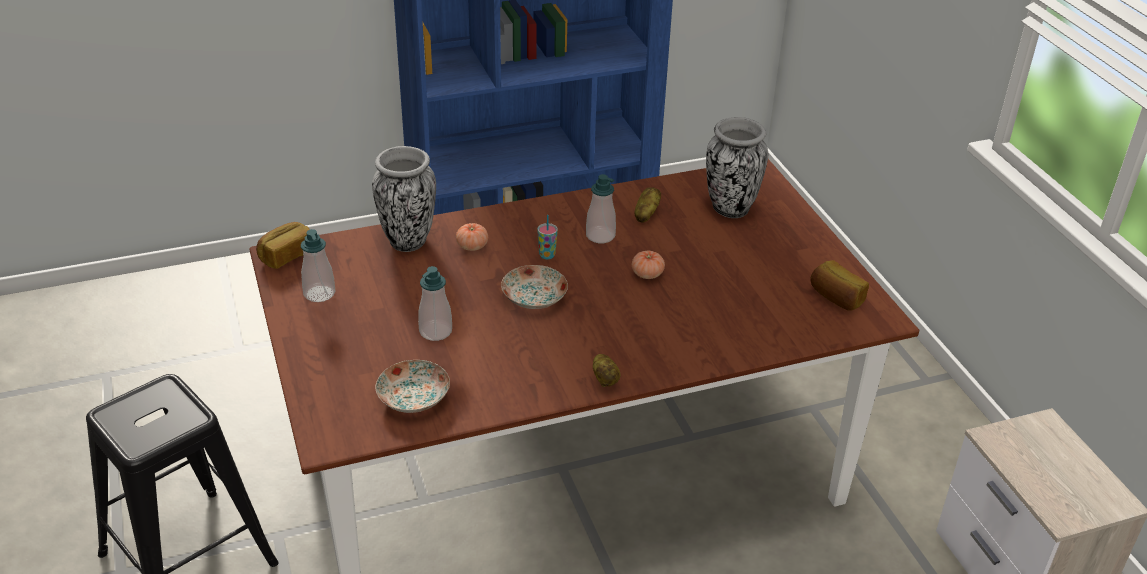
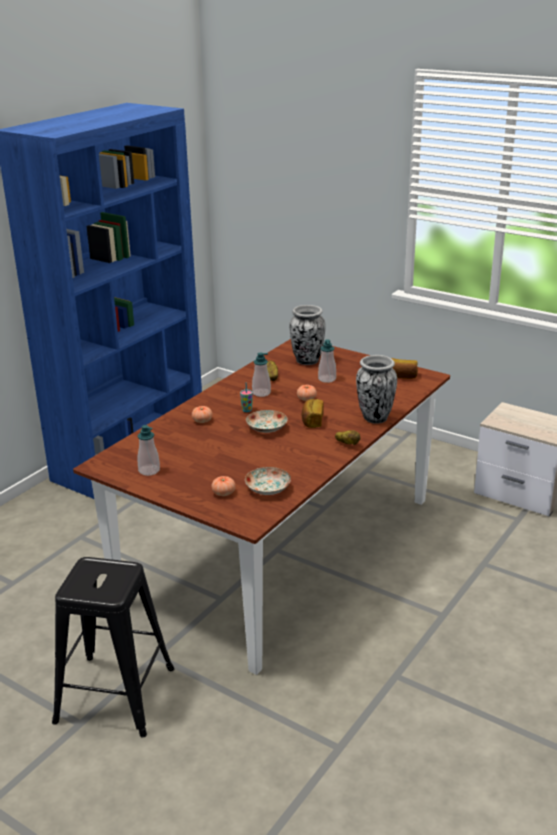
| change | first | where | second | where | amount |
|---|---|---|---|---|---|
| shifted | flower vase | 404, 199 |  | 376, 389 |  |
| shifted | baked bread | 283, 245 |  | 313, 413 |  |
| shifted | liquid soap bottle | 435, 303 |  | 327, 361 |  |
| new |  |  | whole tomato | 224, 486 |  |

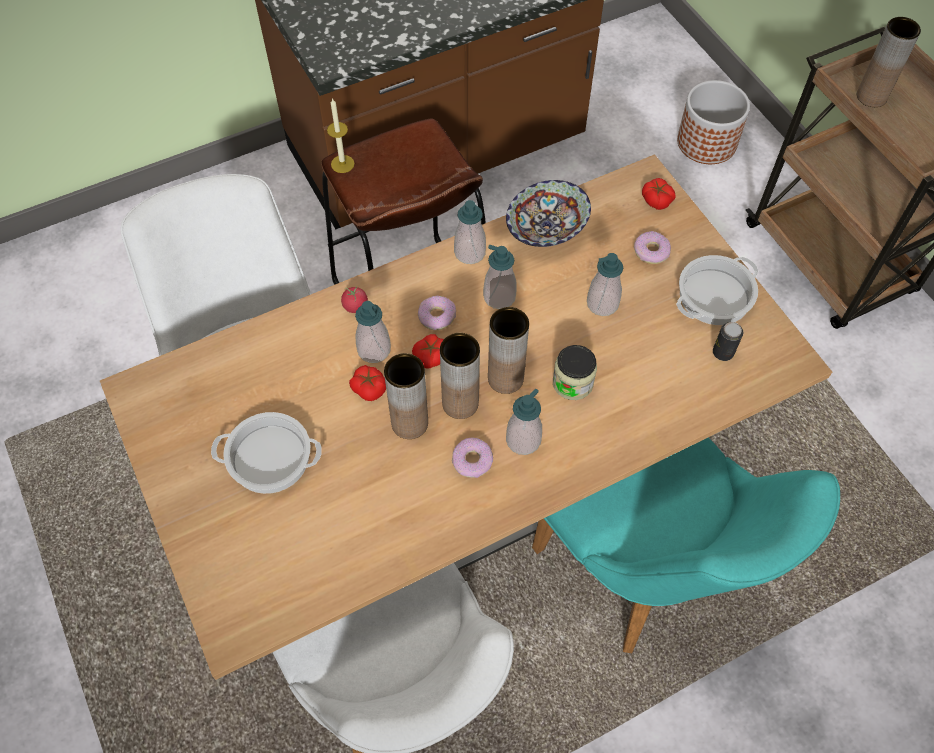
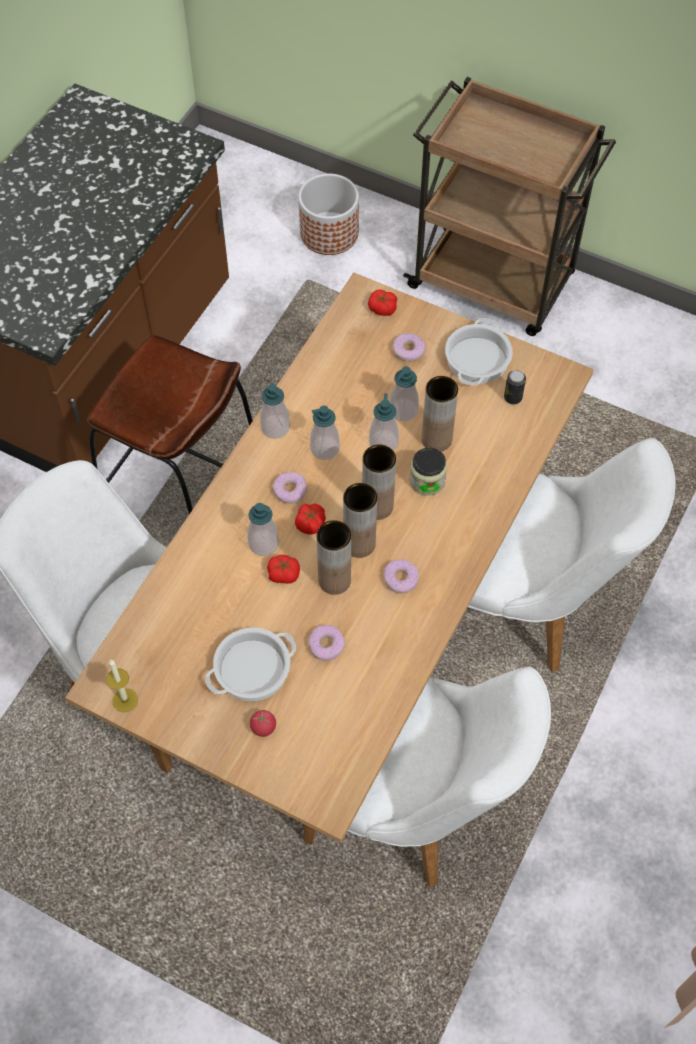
| change | first | where | second | where | amount |
|---|---|---|---|---|---|
| shifted | brown flower vase | 889, 62 |  | 440, 413 |  |
| shifted | wax light | 341, 135 |  | 122, 686 |  |
| gone | serving bowl | 548, 213 |  |  |  |
| shifted | whole tomato | 354, 300 |  | 263, 723 |  |
| shifted | liquid soap bottle | 524, 421 |  | 384, 422 |  |
| repainted | turquoise-coloured chair | 686, 545 | white-coloured chair | 572, 555 |  |
| new |  |  | ring doughnut | 327, 643 |  |

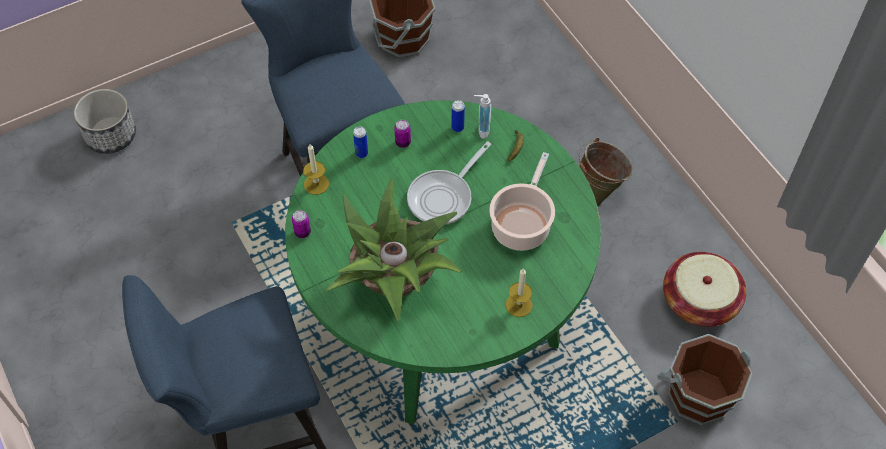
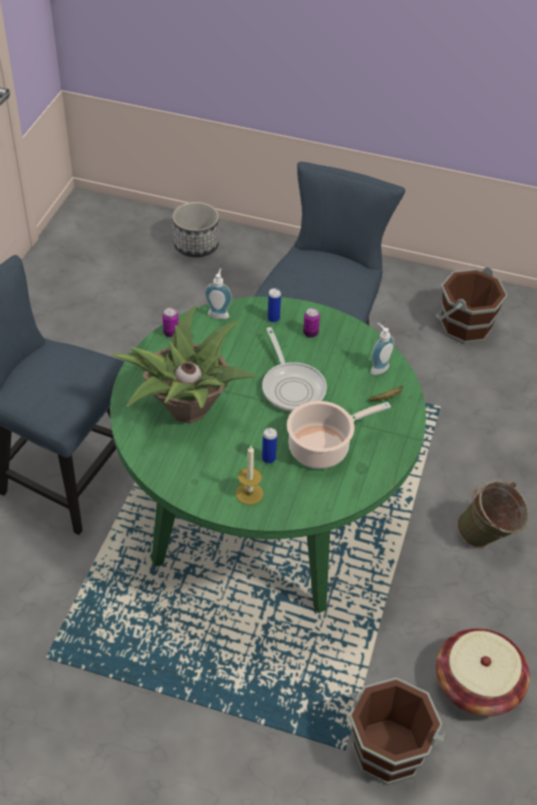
| change | first | where | second | where | amount |
|---|---|---|---|---|---|
| shifted | can | 458, 116 |  | 269, 446 |  |
| rotated | skillet | 449, 183 |  | 294, 369 | 105 degrees counterclockwise |
| swapped | wax light | 316, 169 | liquid soap bottle | 218, 293 |  |

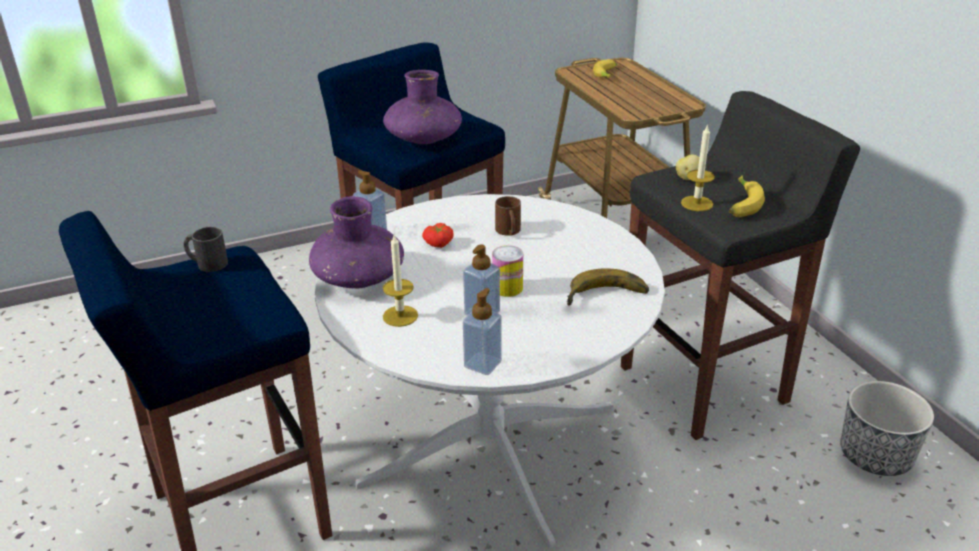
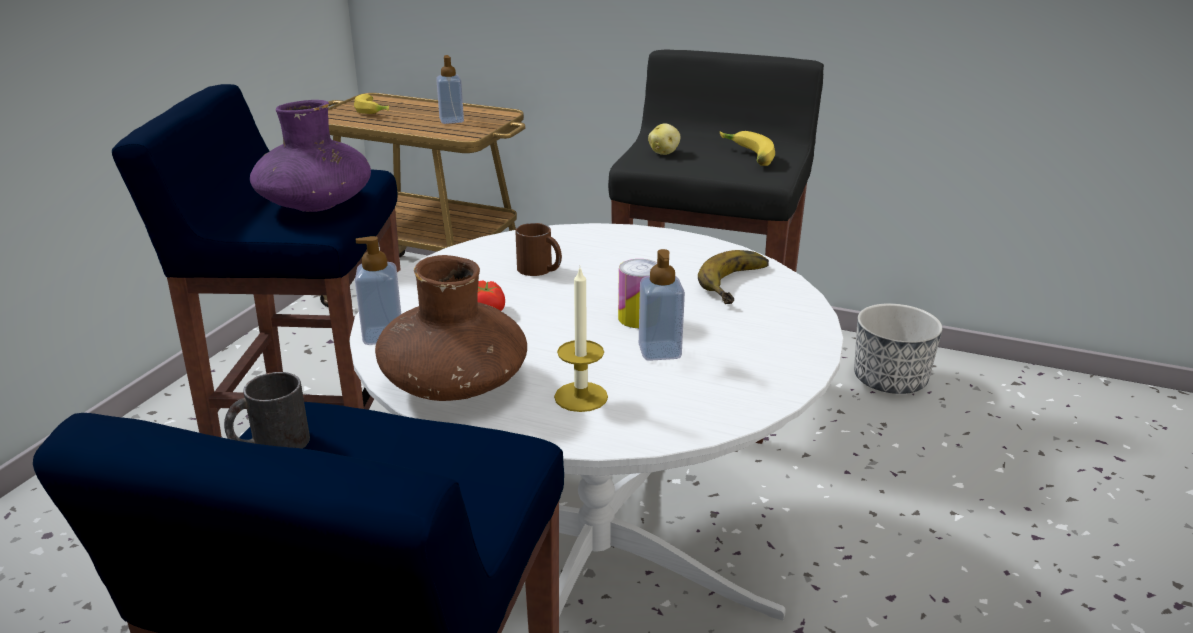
| change | first | where | second | where | amount |
|---|---|---|---|---|---|
| gone | wax light | 698, 167 |  |  |  |
| repainted | purple-coloured flower vase | 356, 242 | brown flower vase | 451, 328 |  |
| shifted | liquid soap bottle | 482, 331 |  | 450, 89 |  |

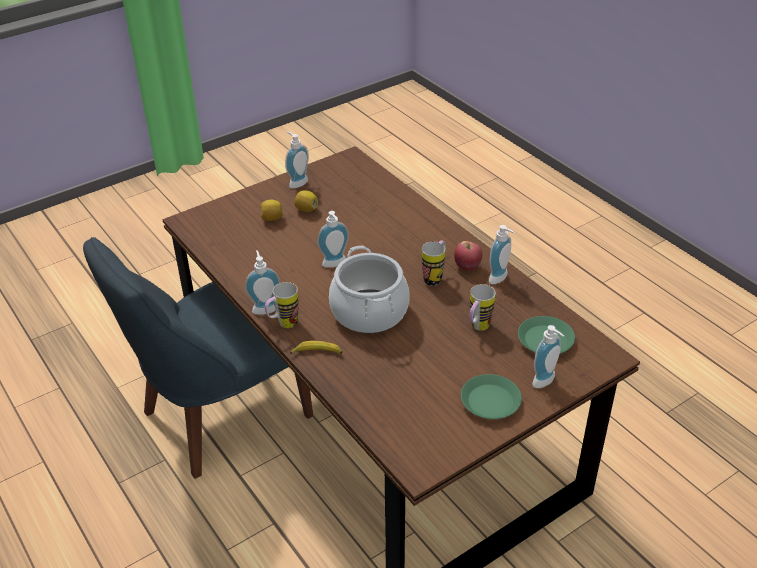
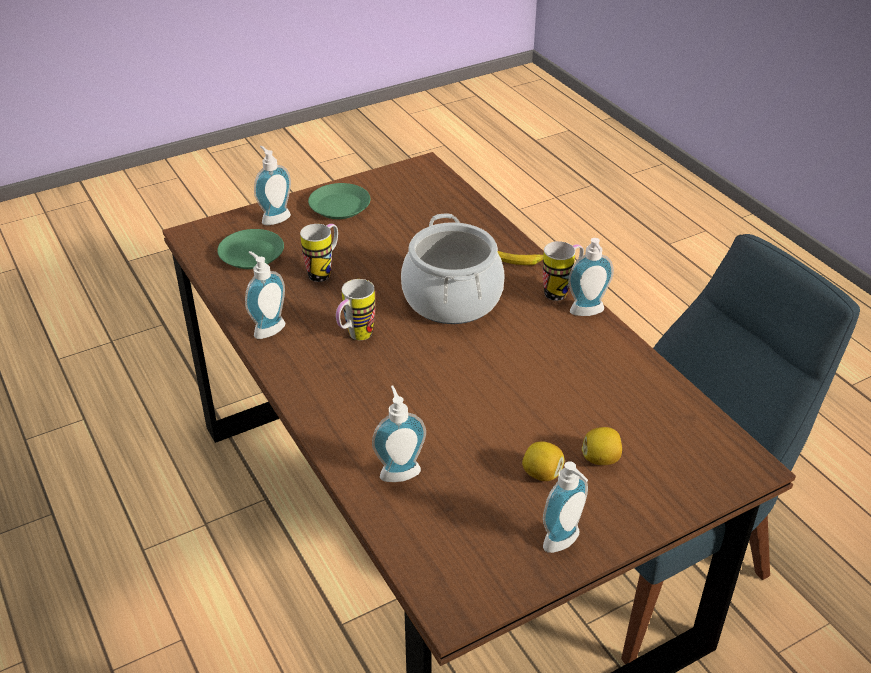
| change | first | where | second | where | amount |
|---|---|---|---|---|---|
| shifted | liquid soap bottle | 333, 239 |  | 399, 433 |  |
| gone | apple | 468, 256 |  |  |  |

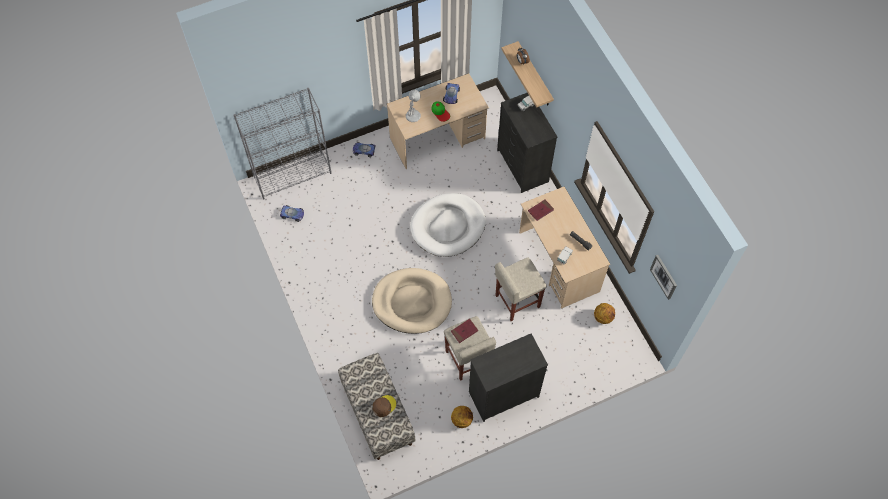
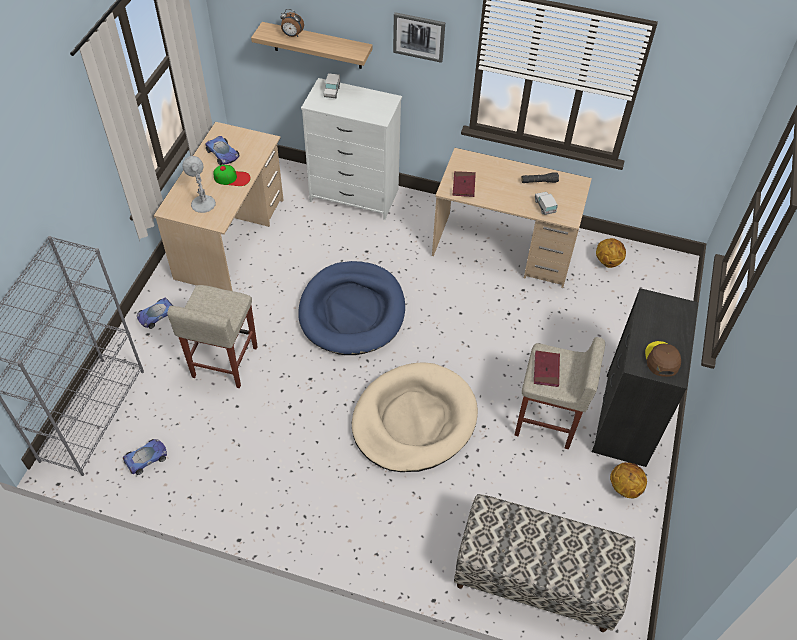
| change | first | where | second | where | amount |
|---|---|---|---|---|---|
| repainted | black chest of drawers | 527, 143 | white-coloured chest of drawers | 351, 149 |  |
| repainted | white-coloured dog bed | 448, 225 | blue-coloured dog bed | 352, 308 |  |
| shifted | wall picture | 663, 277 |  | 419, 37 |  |
| shifted | beige-coloured sitting stool | 521, 289 |  | 212, 336 |  |
| shifted | brown peaked cap | 384, 406 |  | 663, 359 |  |

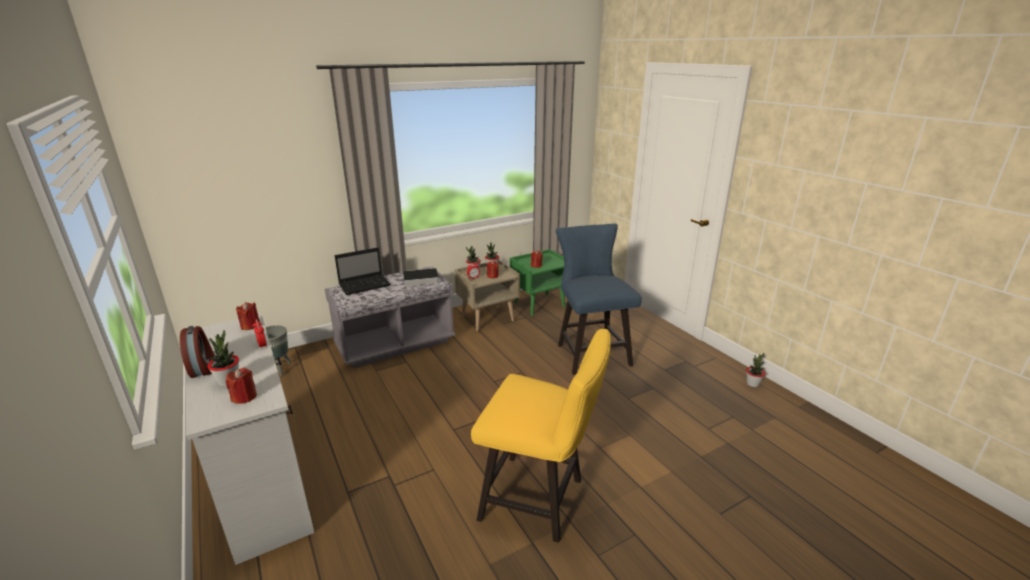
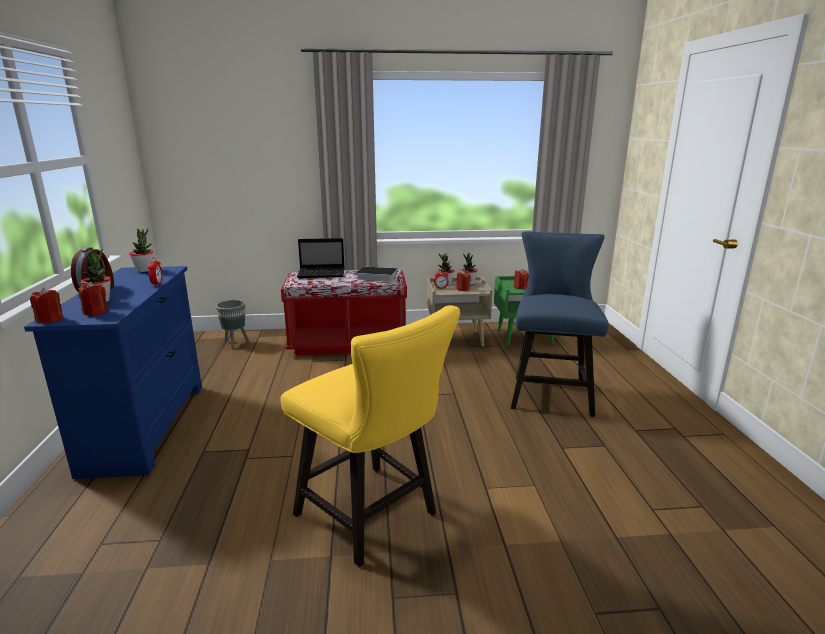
| change | first | where | second | where | amount |
|---|---|---|---|---|---|
| repainted | greyish indoor bench | 390, 317 | reddish indoor bench | 344, 312 |  |
| shifted | reddish wax light | 248, 316 |  | 46, 305 |  |
| repainted | white-coloured chest of drawers | 250, 439 | blue-coloured chest of drawers | 113, 372 |  |
| shifted | plant in a pot | 755, 370 |  | 141, 250 |  |

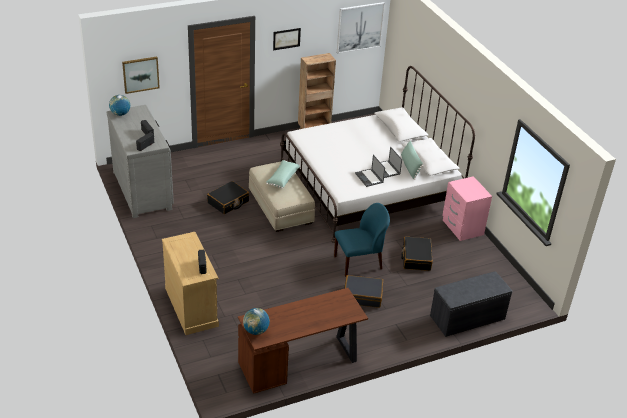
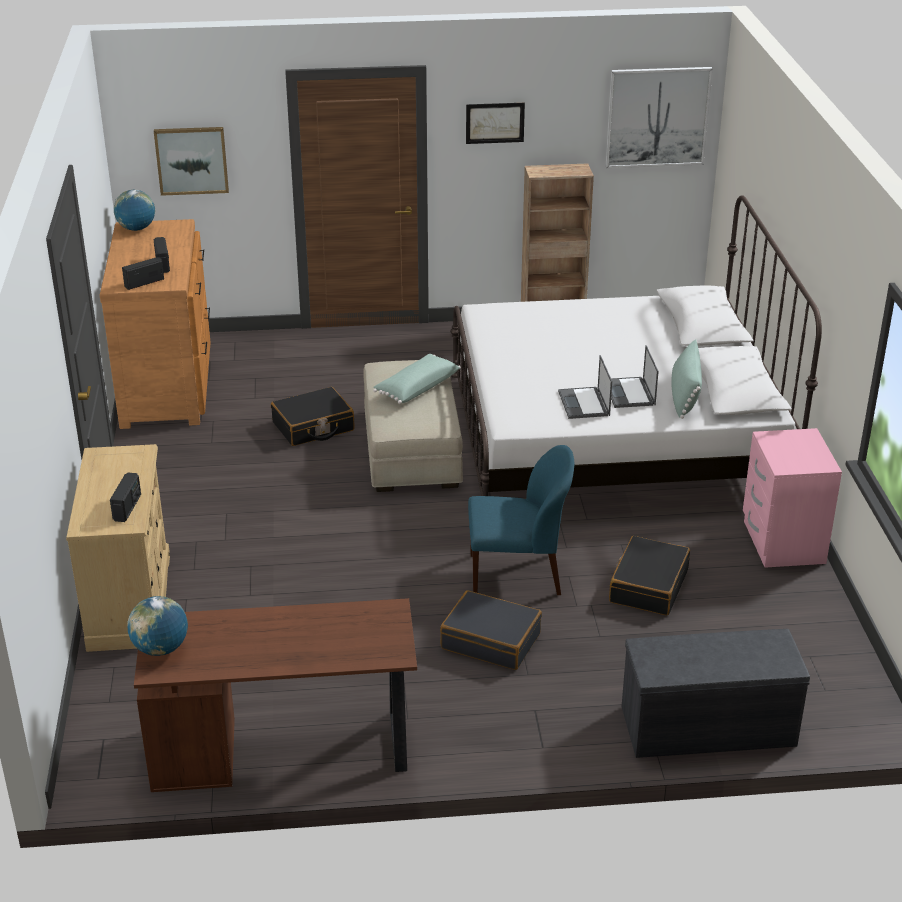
| change | first | where | second | where | amount |
|---|---|---|---|---|---|
| repainted | greyish chest of drawers | 140, 161 | brown chest of drawers | 155, 324 |  |

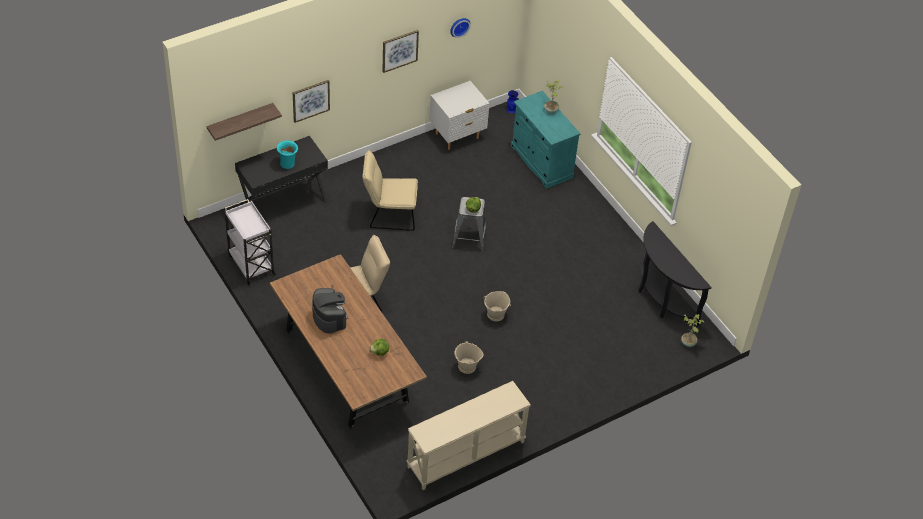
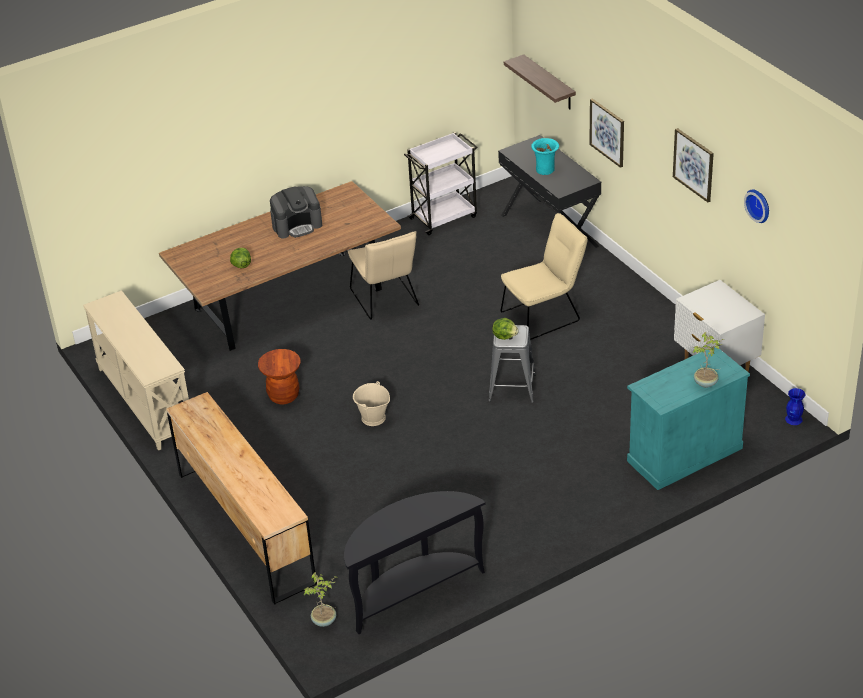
| change | first | where | second | where | amount |
|---|---|---|---|---|---|
| rotated | beige-coloured chair | 390, 190 |  | 544, 276 | 60 degrees clockwise |
| swapped | beige-coloured pail | 468, 357 | brown sitting stool | 279, 376 |  |
| new |  |  | brown chest of drawers | 241, 498 |  |

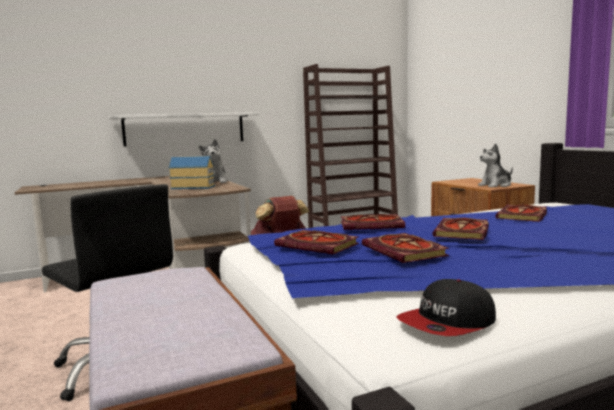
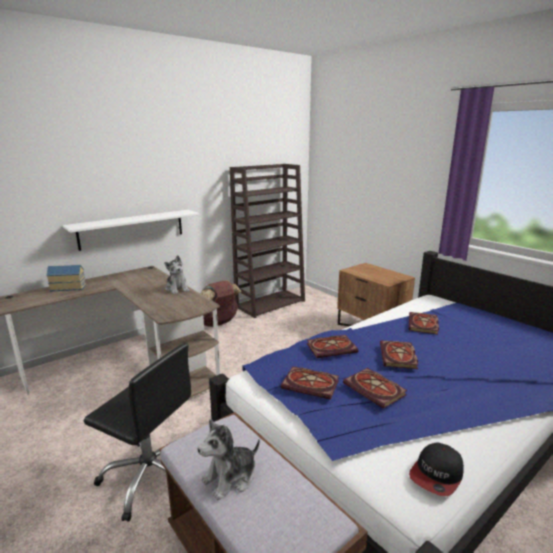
| change | first | where | second | where | amount |
|---|---|---|---|---|---|
| shifted | soft toy | 495, 166 |  | 229, 459 |  |
| shifted | model house | 192, 172 |  | 66, 278 |  |

